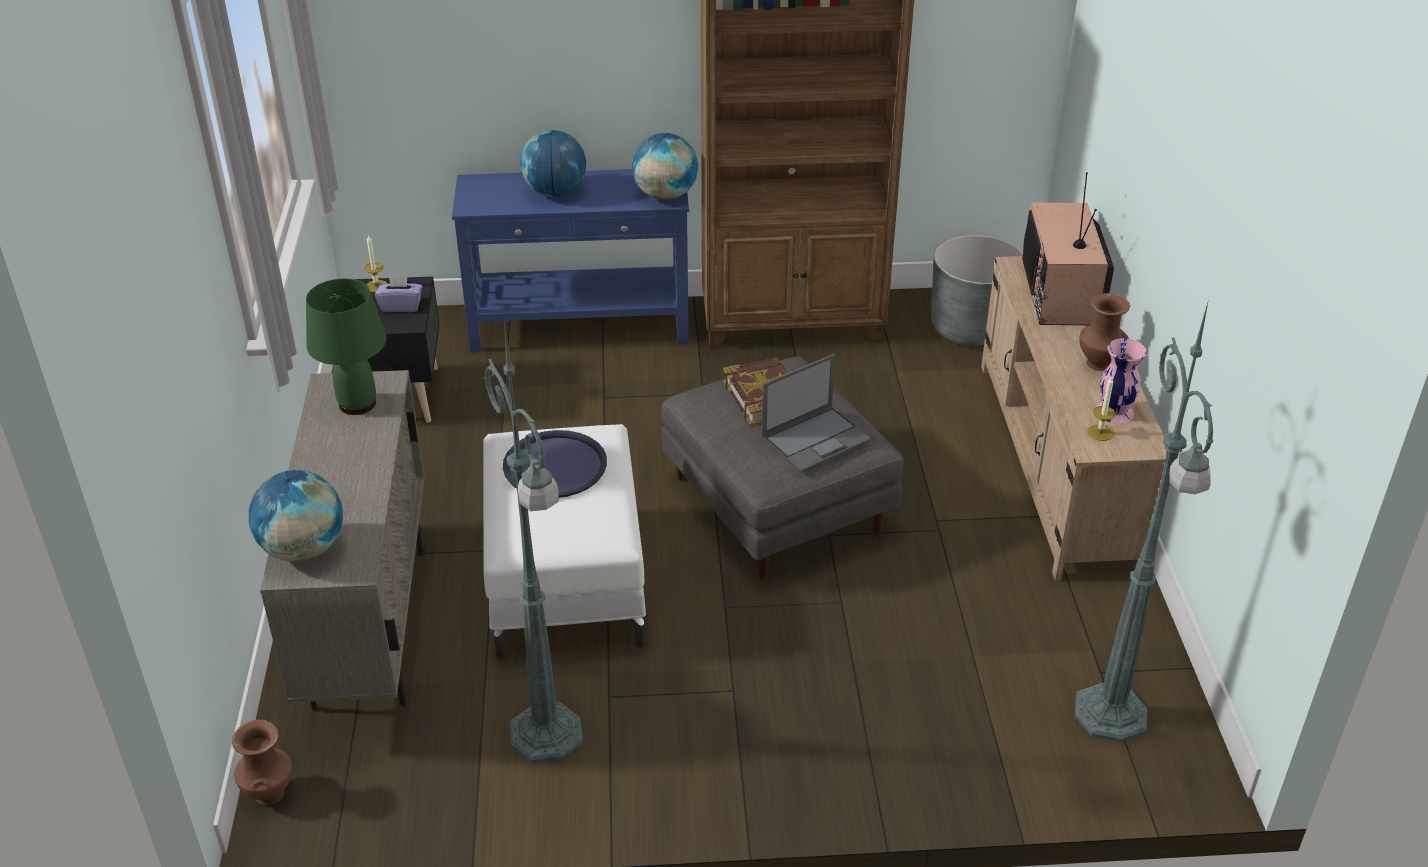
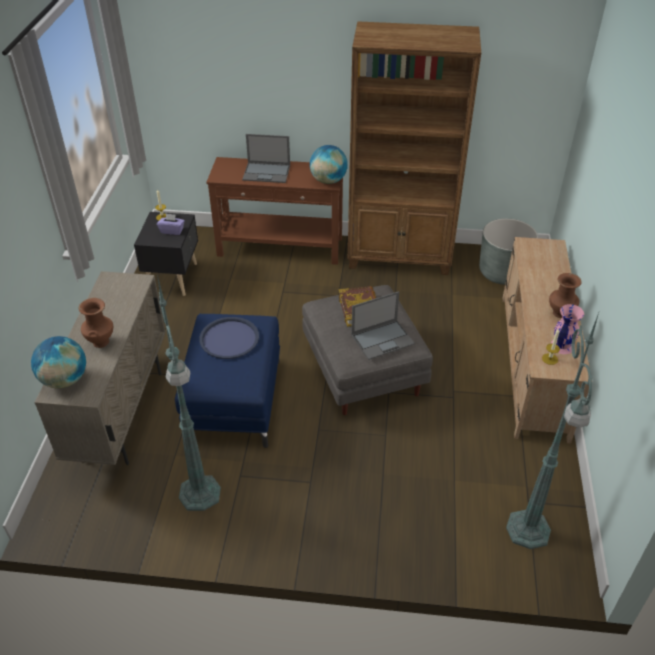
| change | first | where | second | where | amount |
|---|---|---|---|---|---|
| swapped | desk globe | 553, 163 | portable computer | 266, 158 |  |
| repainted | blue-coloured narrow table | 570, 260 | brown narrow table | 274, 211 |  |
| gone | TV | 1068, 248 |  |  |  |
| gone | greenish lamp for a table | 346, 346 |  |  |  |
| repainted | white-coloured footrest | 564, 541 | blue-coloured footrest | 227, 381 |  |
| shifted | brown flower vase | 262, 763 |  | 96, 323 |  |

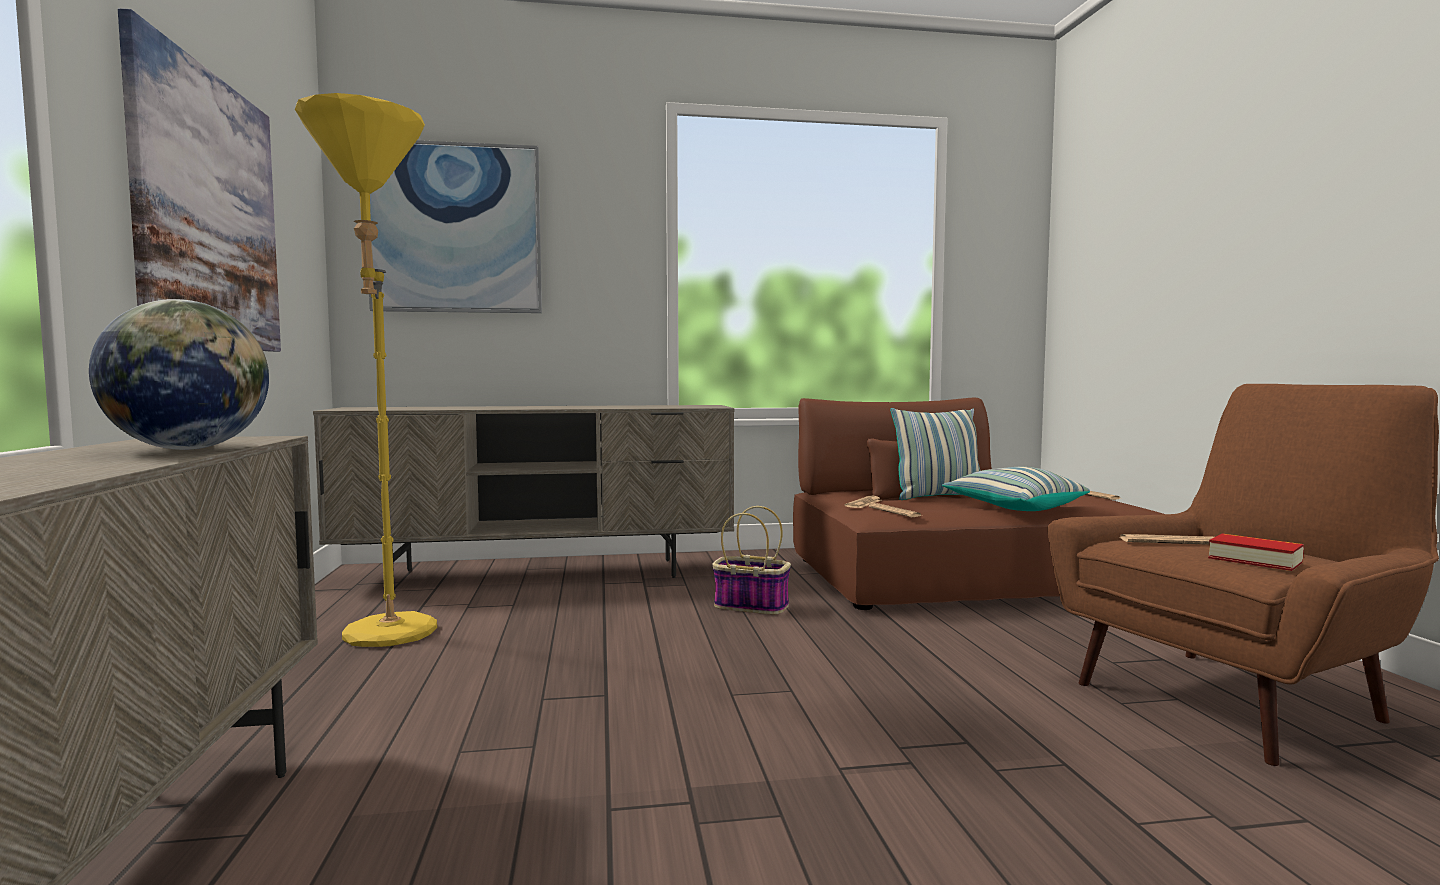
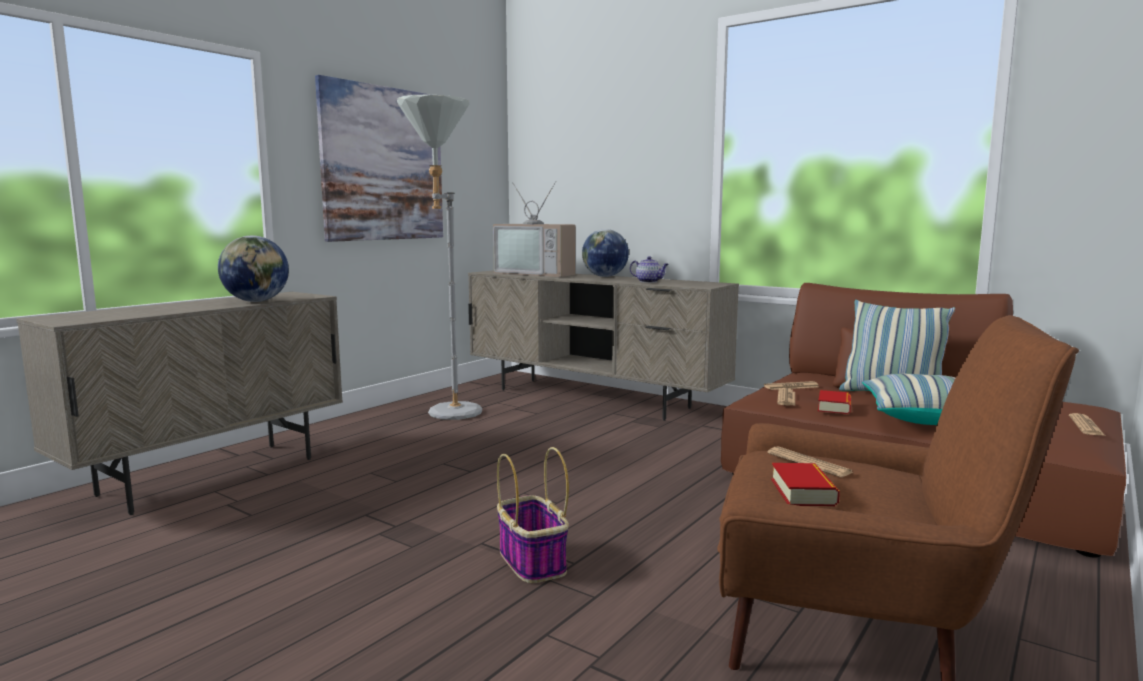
| change | first | where | second | where | amount |
|---|---|---|---|---|---|
| repainted | yellowish floor lamp | 366, 370 | greyish floor lamp | 439, 257 |  |
| gone | wall picture | 455, 226 |  |  |  |
| shifted | household basket | 751, 560 |  | 533, 515 |  |
| new |  |  | TV | 534, 229 |  |
| new |  |  | desk globe | 605, 253 |  |
| new |  |  | tea pot | 649, 269 |  |
| new |  |  | volume | 834, 402 |  |

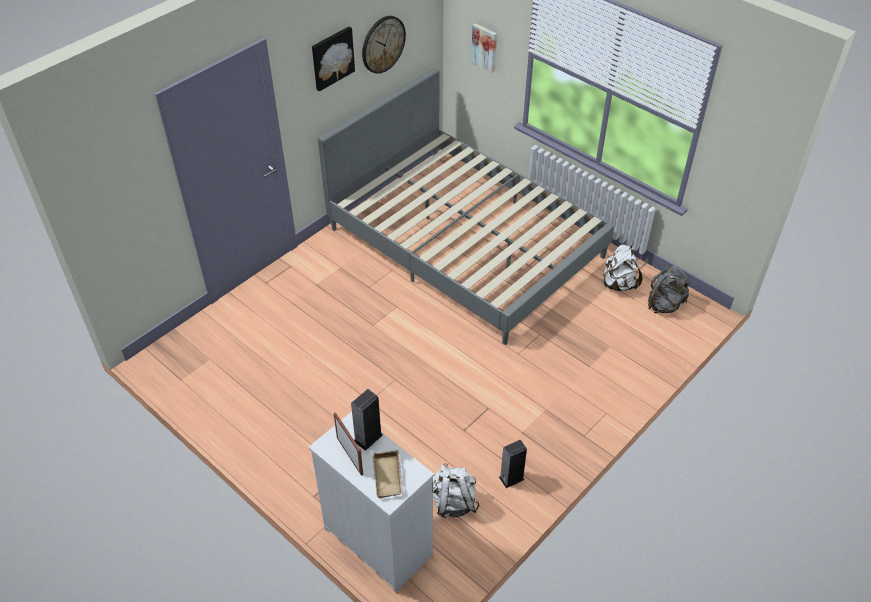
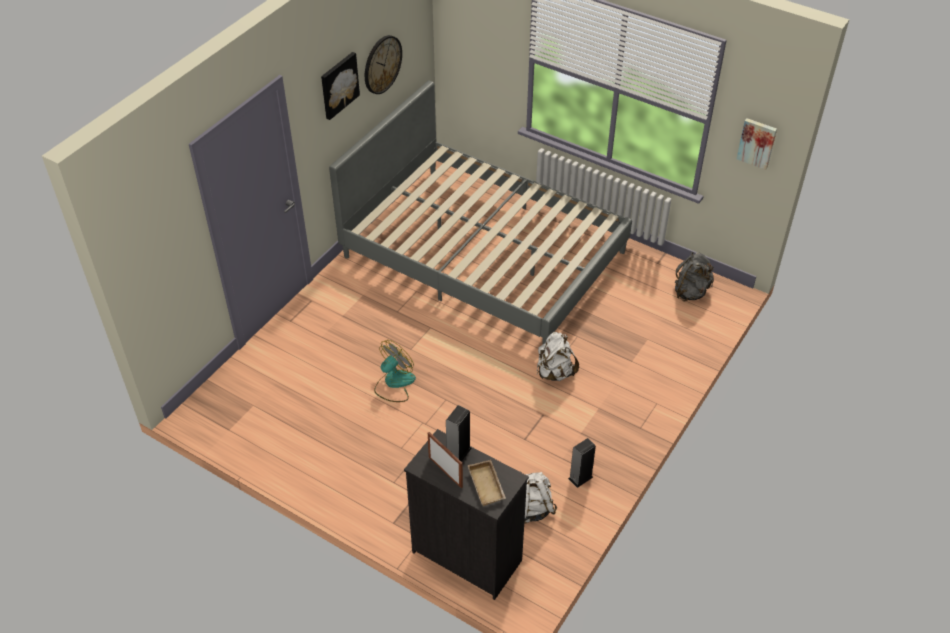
| change | first | where | second | where | amount |
|---|---|---|---|---|---|
| shifted | wall picture | 484, 48 |  | 756, 144 |  |
| shifted | white-coloured knapsack | 622, 267 |  | 558, 356 |  |
| repainted | white-coloured chest of drawers | 371, 502 | black chest of drawers | 466, 514 |  |
| new |  |  | cooling fan | 395, 371 |  |

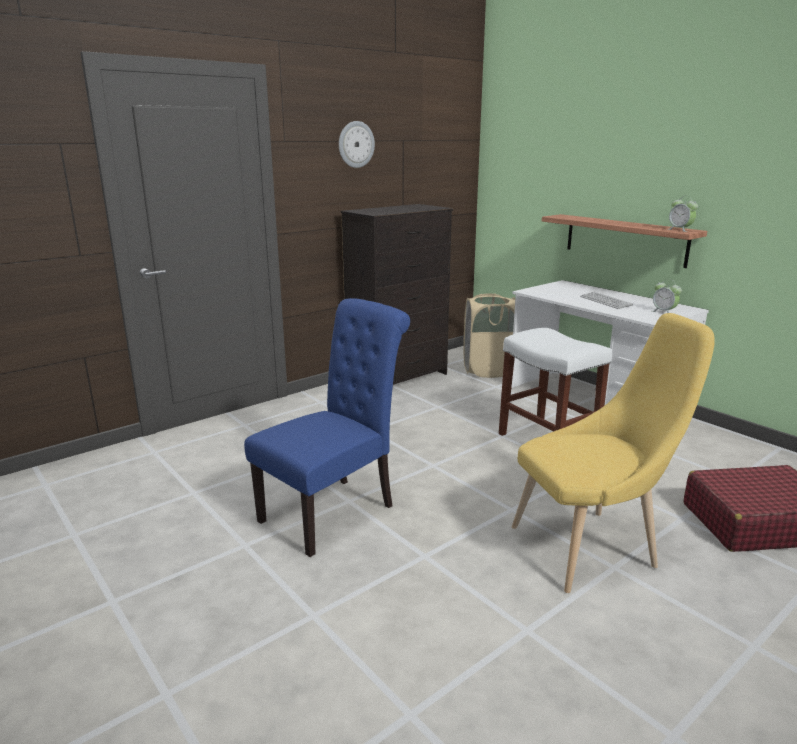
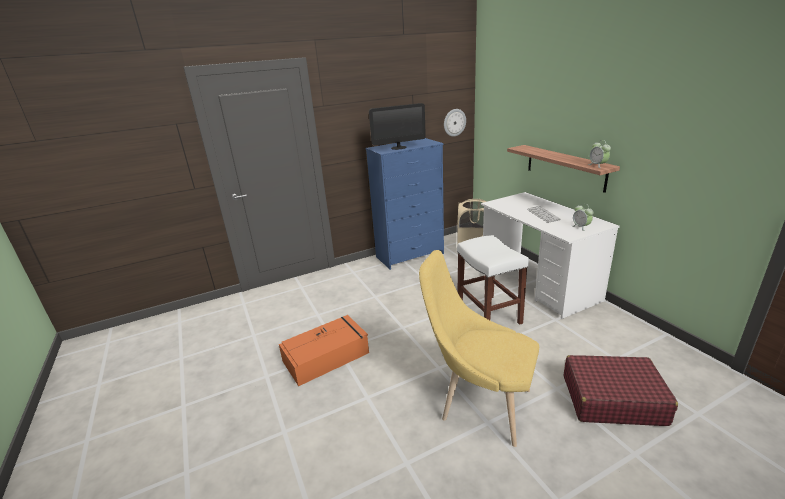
| change | first | where | second | where | amount |
|---|---|---|---|---|---|
| shifted | wall clock | 357, 144 |  | 455, 123 |  |
| repainted | black chest of drawers | 397, 294 | blue-coloured chest of drawers | 404, 204 |  |
| swapped | blue-coloured chair | 327, 427 | orangey storage box | 324, 350 |  |
| rotated | yellowish chair | 613, 453 |  | 479, 348 | 150 degrees counterclockwise |
| new |  |  | computer screen | 397, 126 |  |

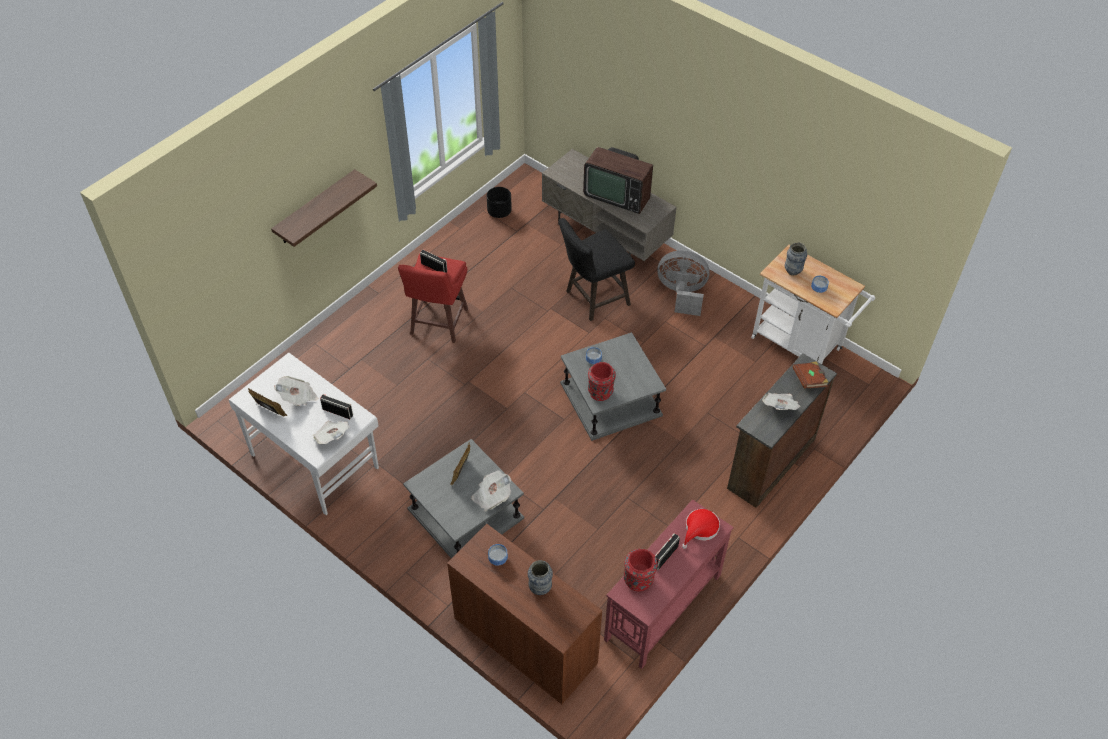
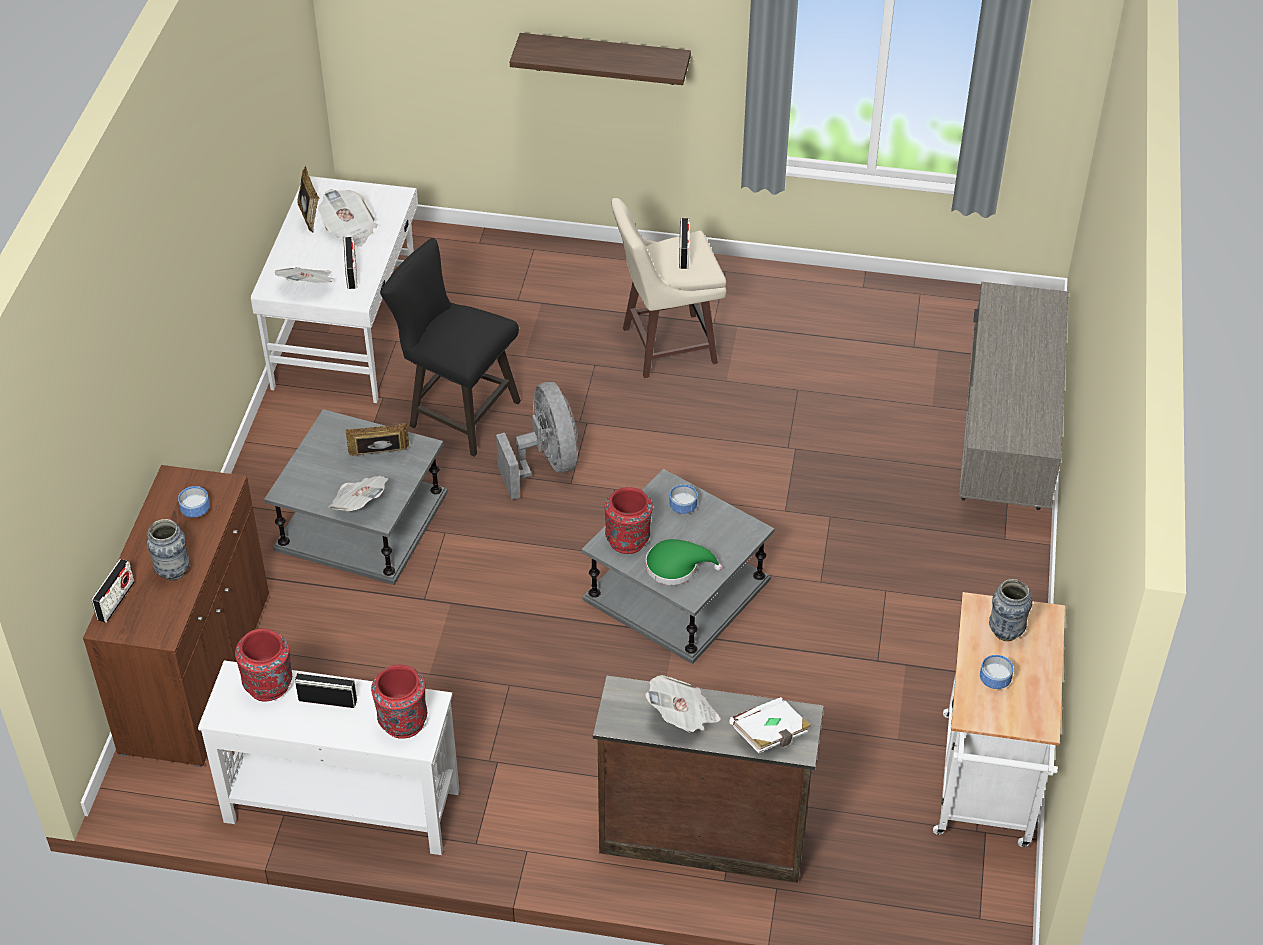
| change | first | where | second | where | amount |
|---|---|---|---|---|---|
| gone | TV | 618, 180 |  |  |  |
| gone | black plant pot | 499, 202 |  |  |  |
| shifted | black sitting stool | 597, 269 |  | 450, 347 |  |
| shifted | greyish cooling fan | 683, 283 |  | 537, 441 |  |
| repainted | reddish sitting stool | 433, 298 | beige-coloured sitting stool | 669, 288 |  |
| repainted | brown volume | 810, 375 | white-coloured volume | 770, 725 |  |
| repainted | reddish narrow table | 669, 584 | white-coloured narrow table | 328, 757 |  |
| swapped | reddish clothing hat | 701, 529 | reddish flower vase | 399, 701 |  |
| new |  |  | greenish clothing hat | 684, 562 |  |
| new |  |  | radio | 113, 591 |  |

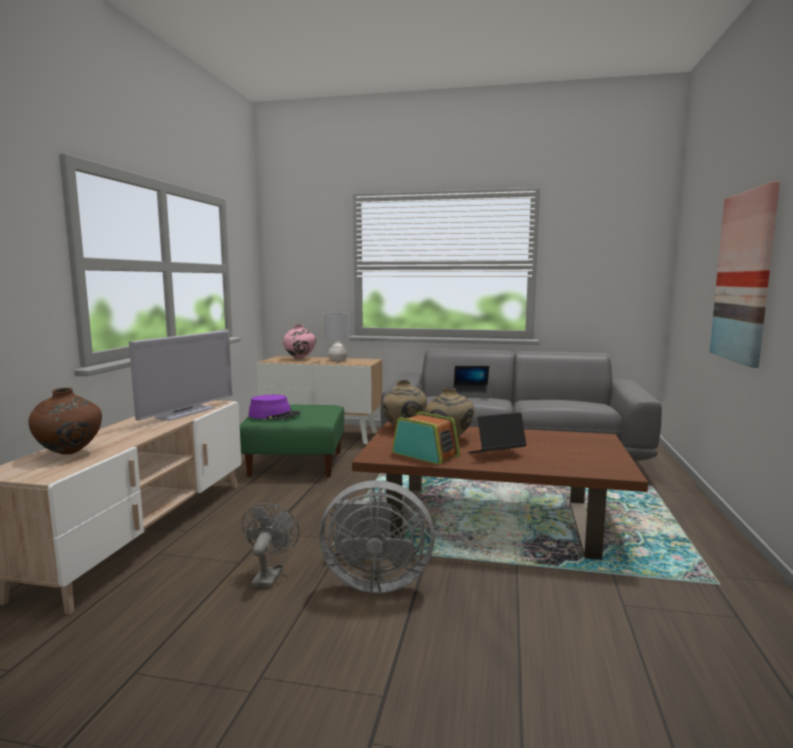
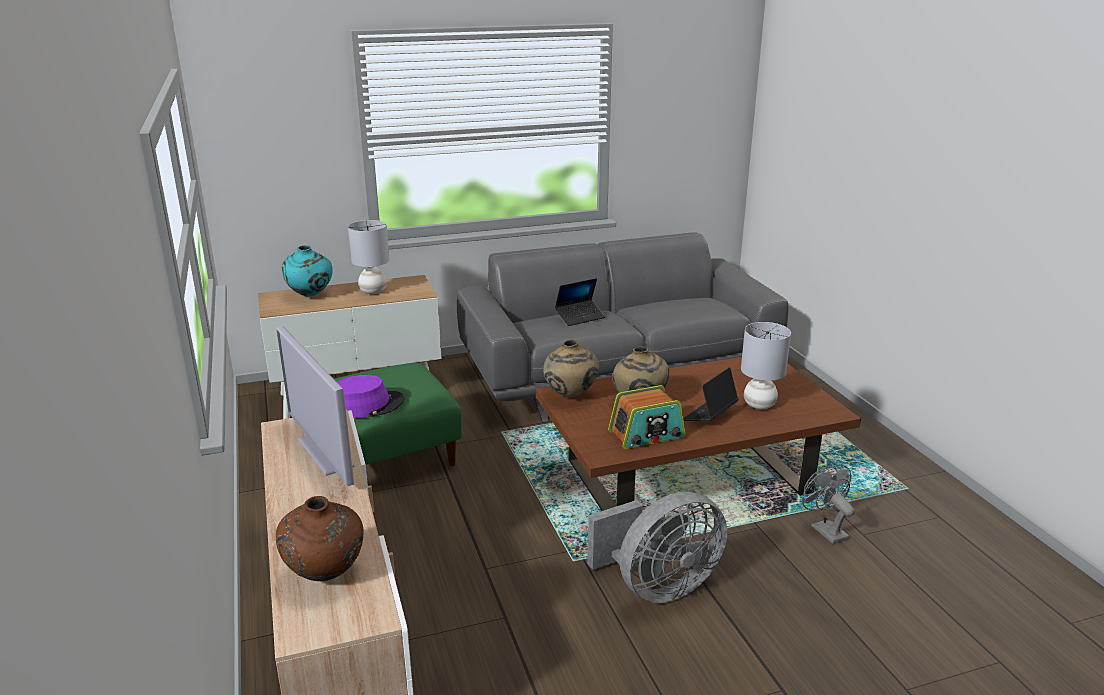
| change | first | where | second | where | amount |
|---|---|---|---|---|---|
| gone | wall picture | 745, 274 |  |  |  |
| repainted | pink-coloured flower vase | 299, 341 | turquoise-coloured flower vase | 307, 271 |  |
| rotated | TV | 180, 375 |  | 315, 406 | 150 degrees clockwise |
| rotated | radio | 426, 438 |  | 647, 417 | 150 degrees clockwise |
| shifted | greyish cooling fan | 270, 545 |  | 828, 504 |  |
| new |  |  | greyish lamp for a table | 766, 365 |  |

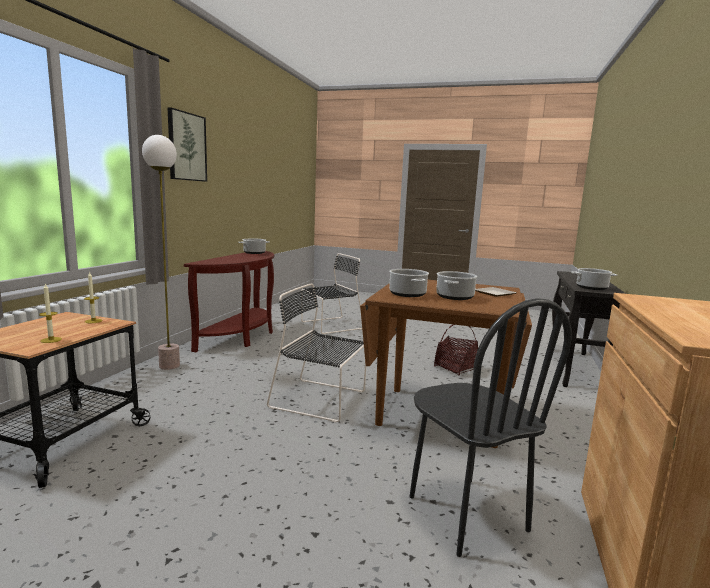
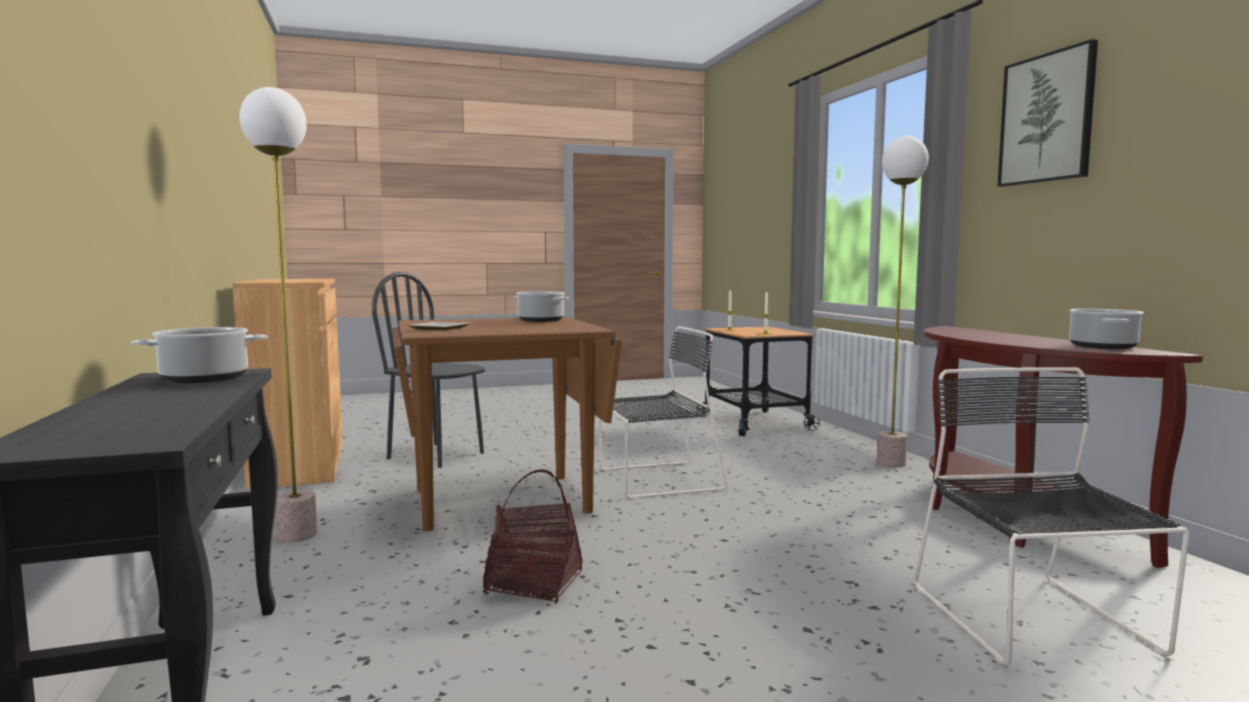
| change | first | where | second | where | amount |
|---|---|---|---|---|---|
| rotated | black chair | 331, 293 |  | 1051, 516 | 150 degrees clockwise |
| gone | stockpot | 456, 285 |  |  |  |
| new |  |  | floor lamp | 278, 314 |  |

